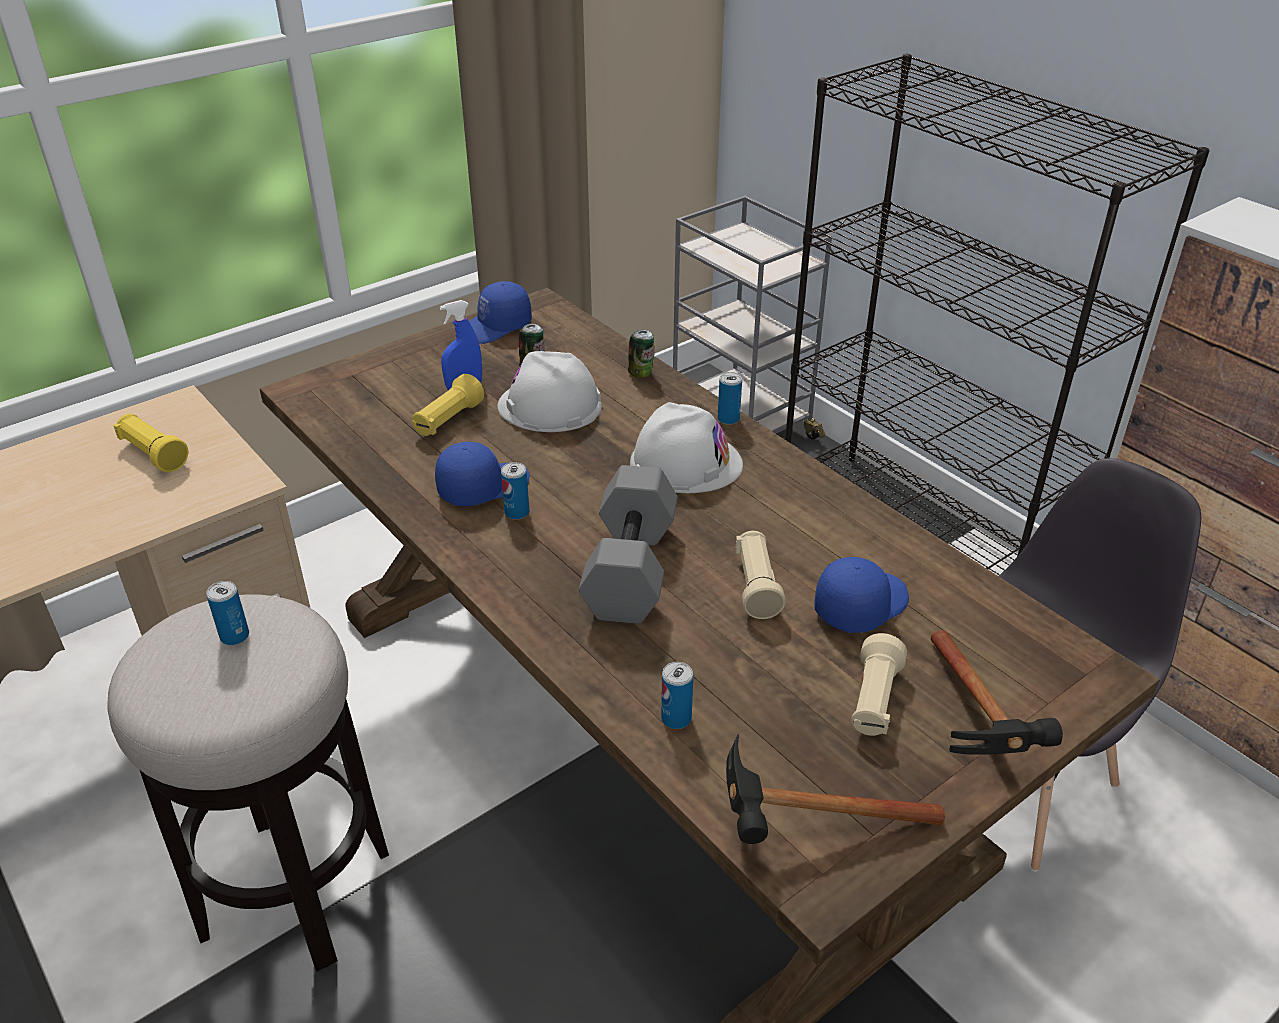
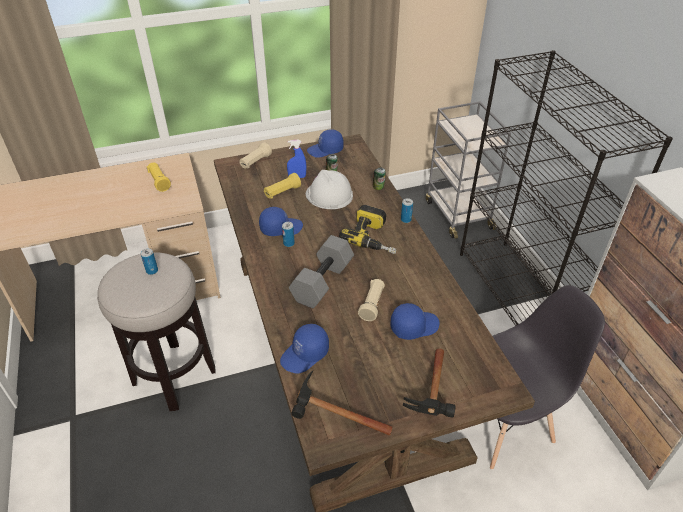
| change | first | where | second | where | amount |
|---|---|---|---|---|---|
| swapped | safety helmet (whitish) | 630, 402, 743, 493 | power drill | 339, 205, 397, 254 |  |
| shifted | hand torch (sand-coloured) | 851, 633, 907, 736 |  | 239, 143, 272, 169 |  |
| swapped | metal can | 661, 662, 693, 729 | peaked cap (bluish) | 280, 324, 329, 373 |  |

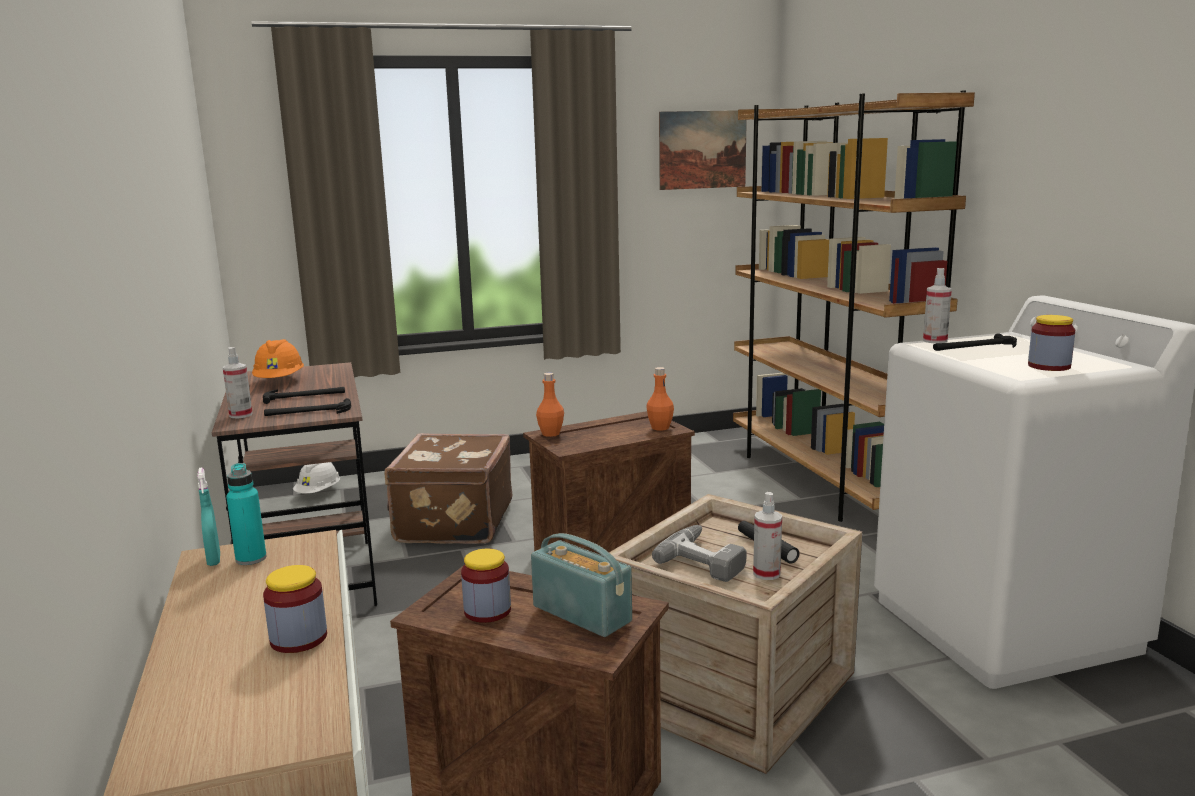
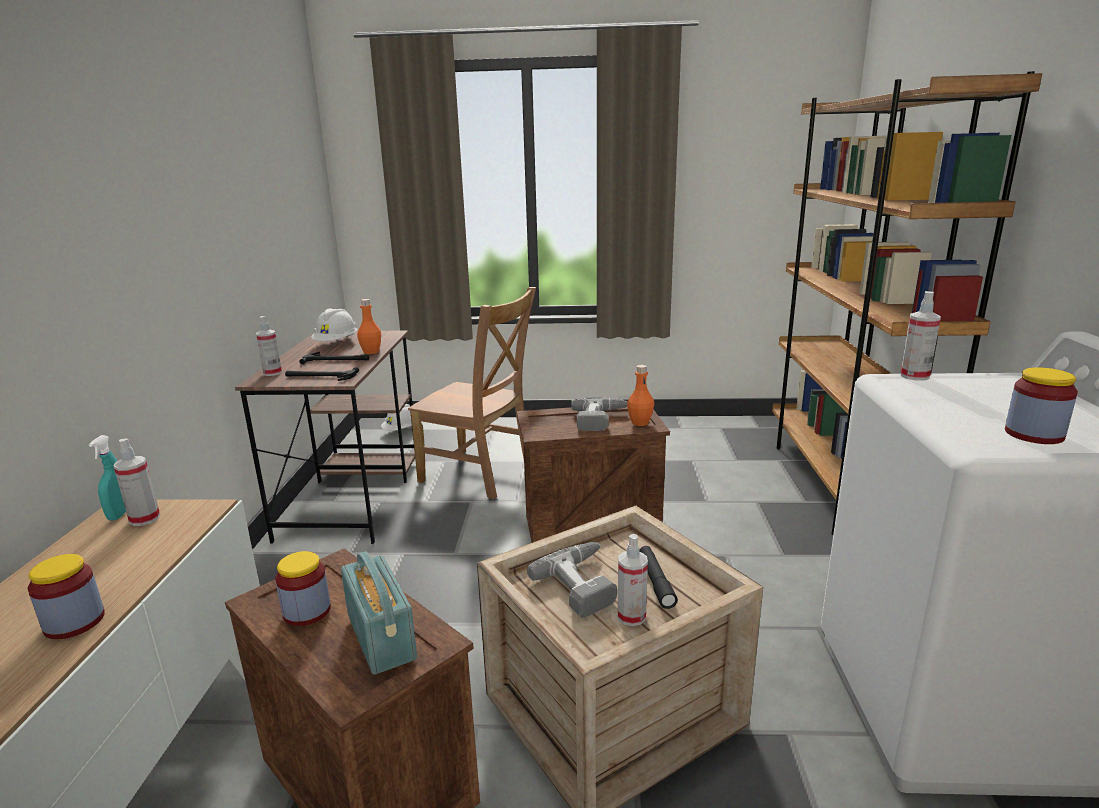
| change | first | where | second | where | amount |
|---|---|---|---|---|---|
| gone | picture | 659, 110, 747, 190 |  |  |  |
| gone | hammer | 933, 333, 1017, 351 |  |  |  |
| repainted | safety helmet (orange-coloured) | 252, 339, 304, 378 | safety helmet (whitish) | 311, 308, 358, 341 |  |
| shifted | drink bottle (orange-coloured) | 536, 373, 564, 437 |  | 357, 299, 381, 354 |  |
| swapped | travel case (brown) | 385, 433, 512, 544 | upright chair (brown) | 408, 287, 536, 499 |  |
| swapped | drink bottle (turquoise) | 226, 463, 267, 565 | hand sprayer | 113, 439, 160, 526 |  |
| new |  |  | power drill | 571, 397, 628, 431 |  |

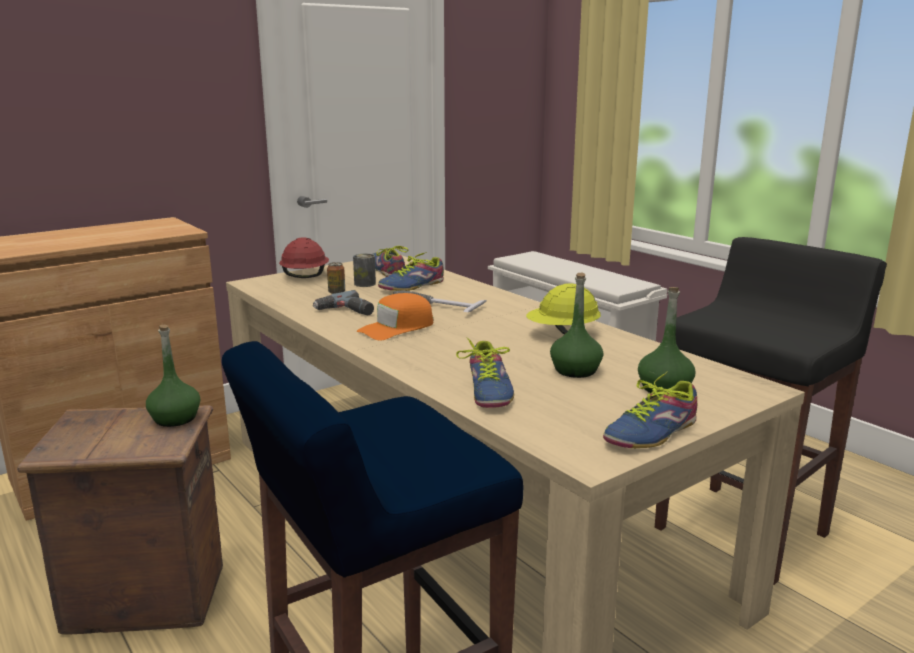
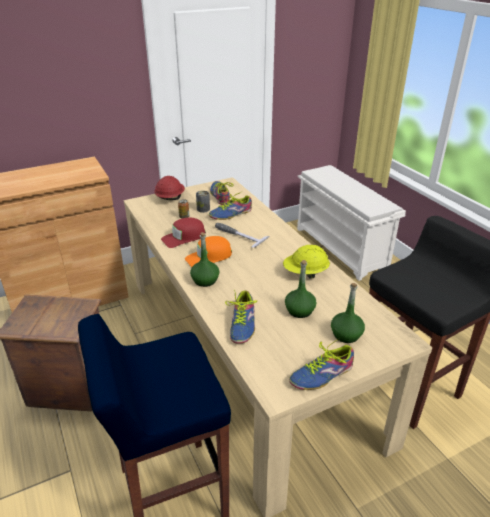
| change | first | where | second | where | amount |
|---|---|---|---|---|---|
| swapped | power drill | 313, 290, 374, 315 | peaked cap (reddish) | 161, 218, 206, 248 |  |
| shifted | drink bottle (greenish) | 146, 325, 200, 427 |  | 190, 232, 219, 287 |  |

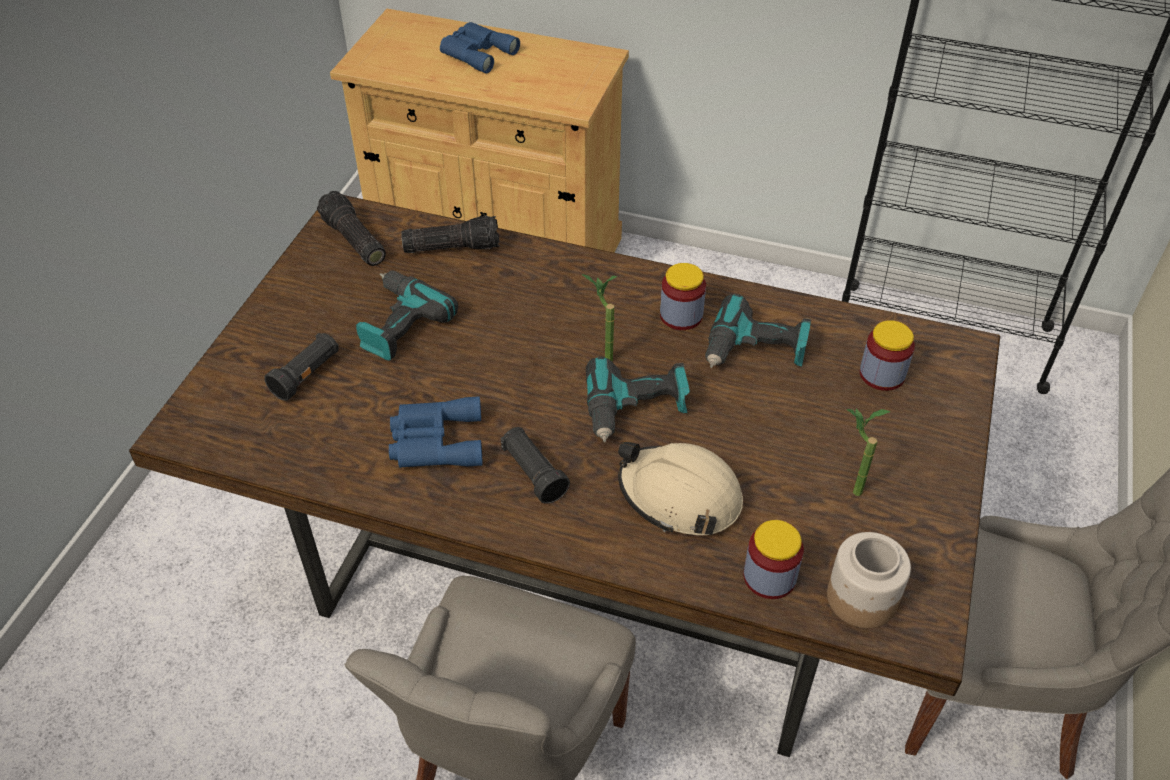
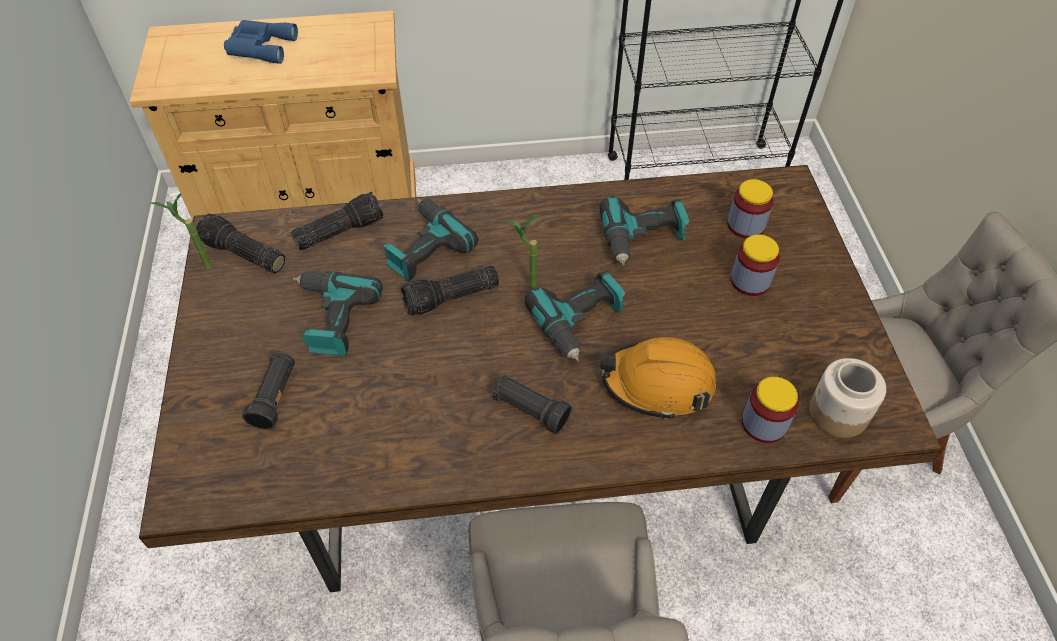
| change | first | where | second | where | amount |
|---|---|---|---|---|---|
| shifted | jar | 660, 263, 706, 330 |  | 731, 234, 780, 296 |  |
| gone | pair of binoculars (bluish) | 389, 396, 482, 468 |  |  |  |
| shifted | houseplant | 847, 409, 890, 496 |  | 151, 194, 212, 269 |  |
| repainted | safety helmet (sand-coloured) | 618, 442, 743, 535 | safety helmet (orange-coloured) | 600, 337, 716, 420 |  |
| new |  |  | power drill | 383, 198, 478, 281 |  |
| new |  |  | hand torch | 401, 265, 499, 316 |  |

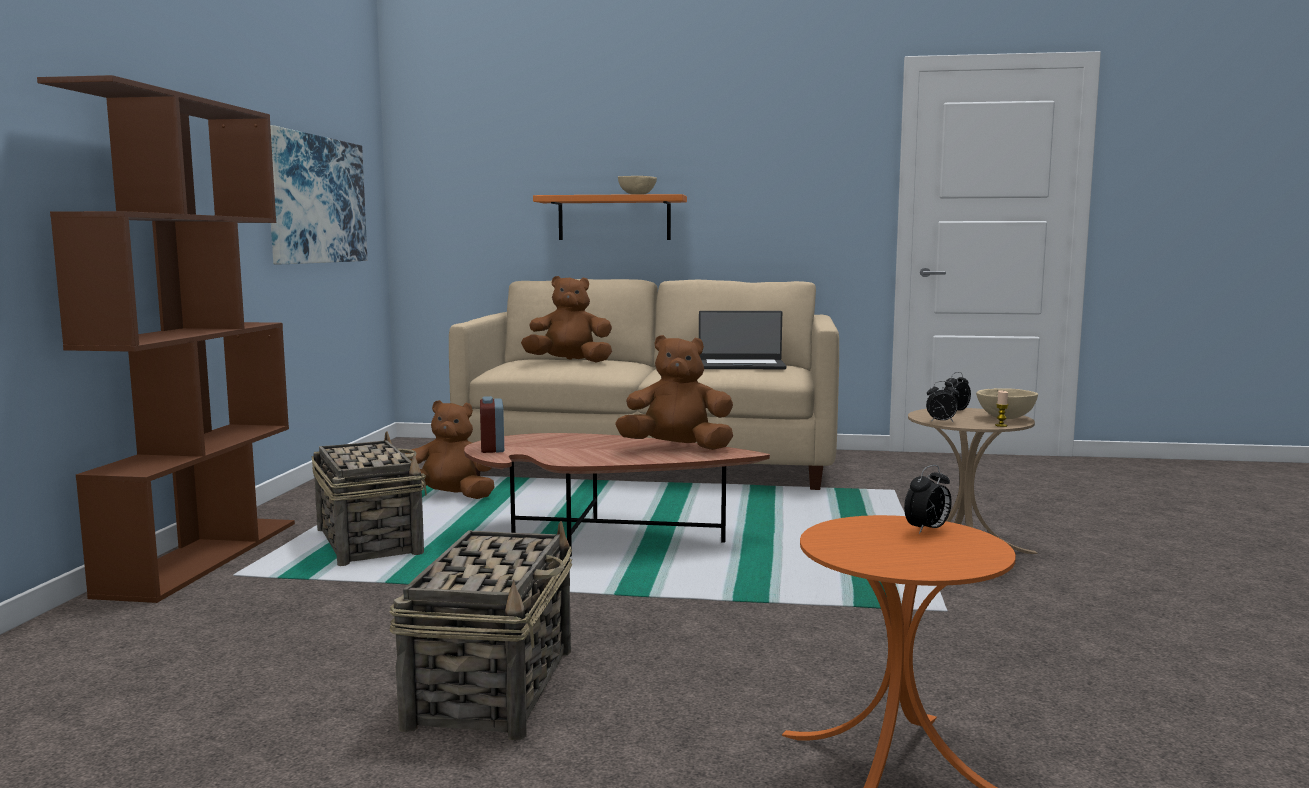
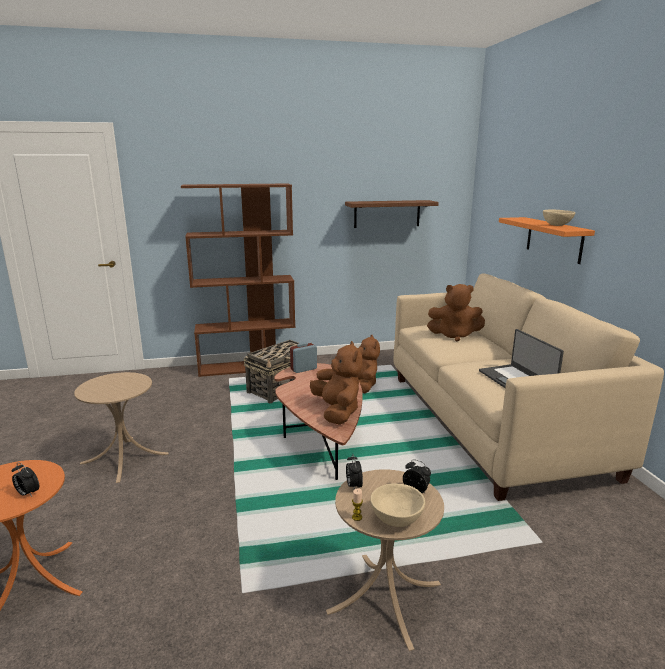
| change | first | where | second | where | amount |
|---|---|---|---|---|---|
| swapped | picture | 270, 125, 367, 264 | wall shelf (brown) | 345, 200, 439, 228 |  |
| rotated | cuddly toy (brown) | 521, 276, 612, 362 |  | 427, 284, 485, 341 | 120 degrees clockwise |
| swapped | household basket | 389, 521, 573, 740 | end table (sand-coloured) | 74, 372, 169, 483 |  |

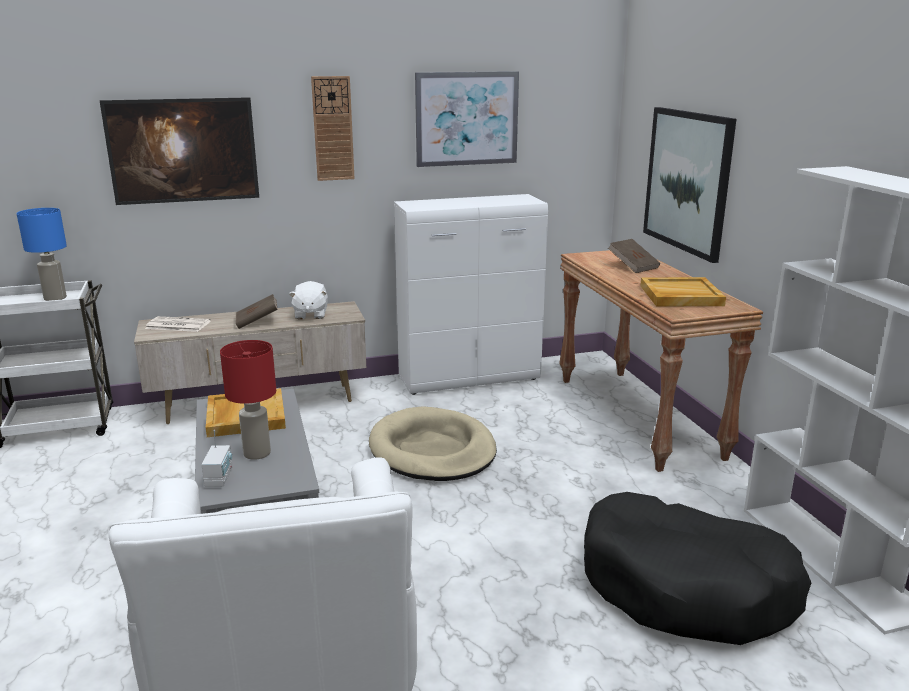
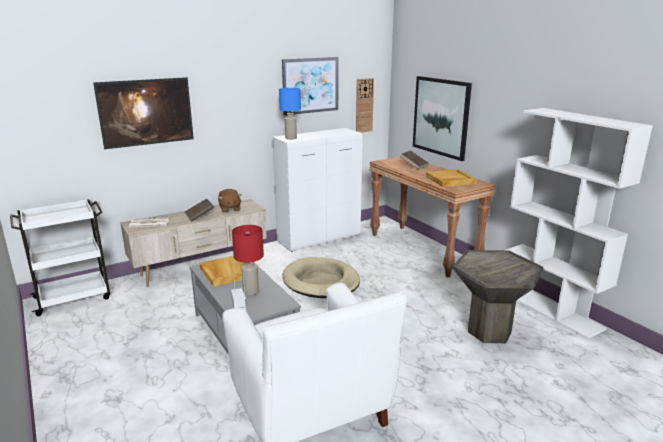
| change | first | where | second | where | amount |
|---|---|---|---|---|---|
| shifted | clock on the wall | 311, 76, 355, 181 |  | 356, 78, 374, 133 |  |
| shifted | lamp for a table (bluish) | 16, 208, 67, 301 |  | 279, 88, 301, 140 |  |
| repainted | cuddly toy (whitish) | 289, 281, 328, 320 | cuddly toy (brown) | 218, 189, 242, 213 |  |
| swapped | pet bed (blackish) | 584, 492, 811, 645 | end table (grey) | 453, 250, 544, 343 |  |

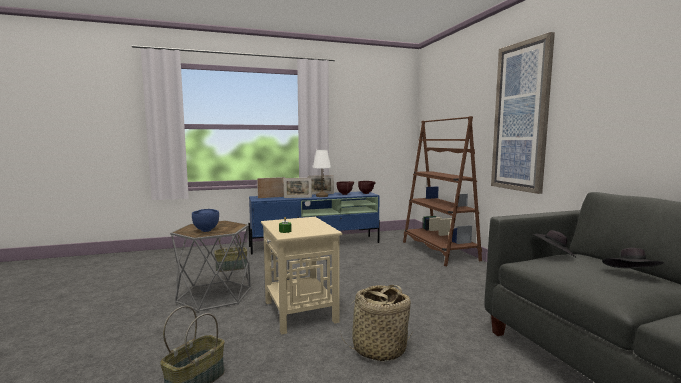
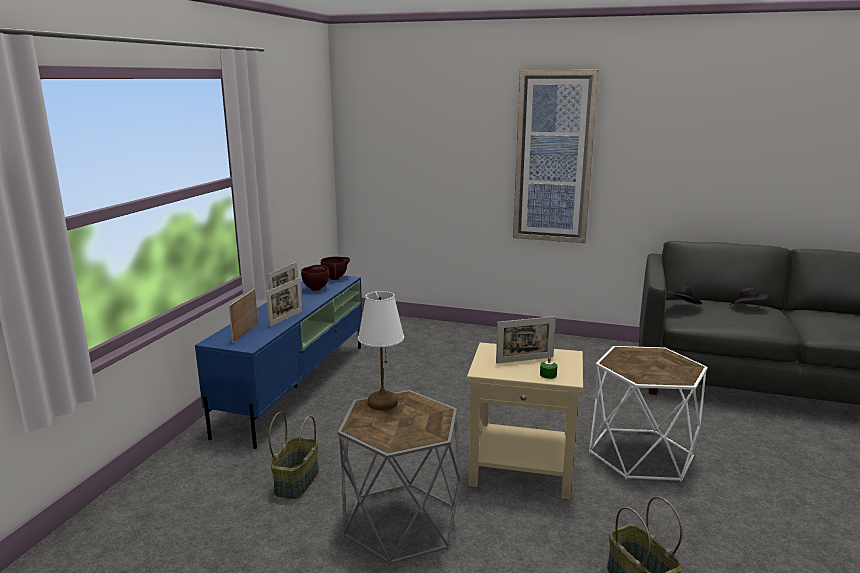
| change | first | where | second | where | amount |
|---|---|---|---|---|---|
| gone | bookshelf (brown) | 403, 116, 482, 266 |  |  |  |
| shifted | lamp for a table (whitish) | 313, 150, 331, 197 |  | 358, 291, 404, 410 |  |
| gone | deep dish (bluish) | 192, 209, 219, 232 |  |  |  |
| swapped | household basket | 340, 285, 411, 362 | end table (whitish) | 589, 346, 708, 482 |  |
| new |  |  | picture frame | 496, 316, 556, 364 |  |

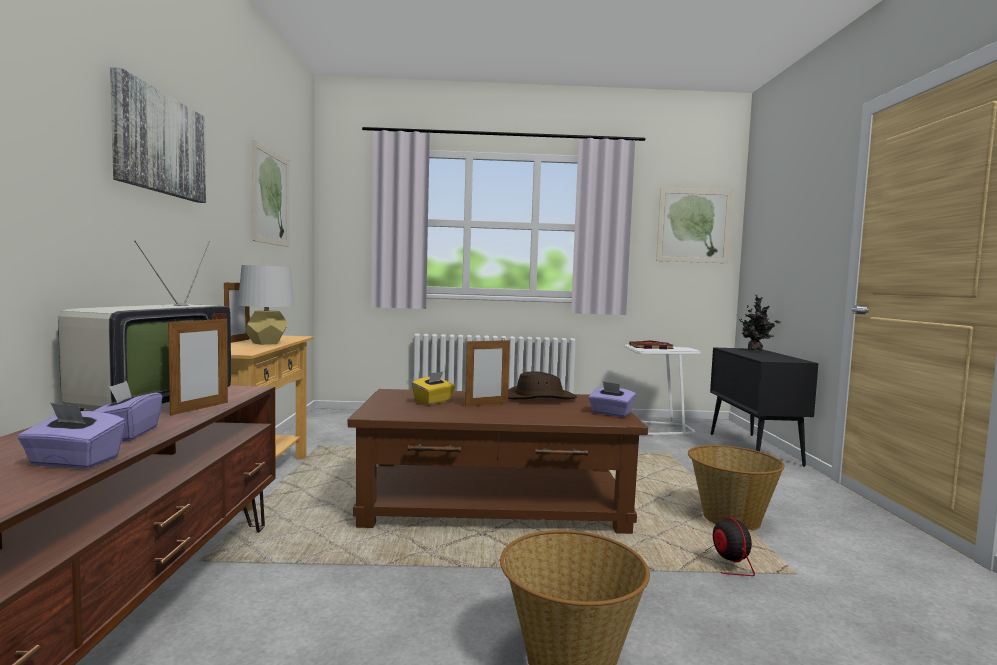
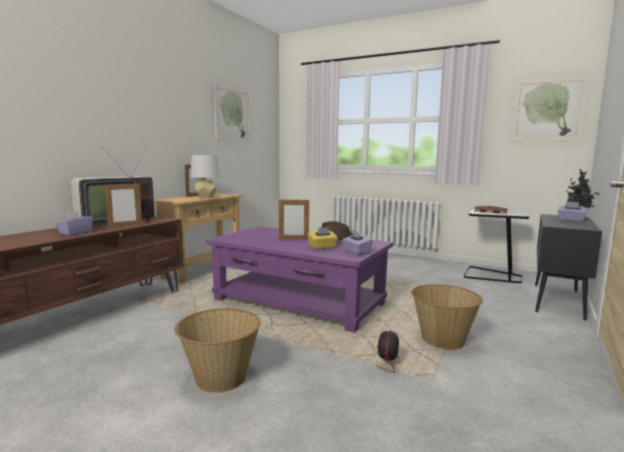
| change | first | where | second | where | amount |
|---|---|---|---|---|---|
| gone | picture | 110, 67, 206, 203 |  |  |  |
| repainted | end table (whitish) | 625, 345, 701, 435 | end table (blackish) | 464, 209, 529, 283 |  |
| shifted | box of tissues (yellowish) | 412, 371, 455, 405 |  | 307, 227, 338, 249 |  |
| repainted | low table (brown) | 348, 389, 648, 534 | low table (purplish) | 206, 226, 393, 333 |  |
| shifted | box of tissues (purplish) | 18, 403, 126, 469 |  | 558, 201, 588, 222 |  |

